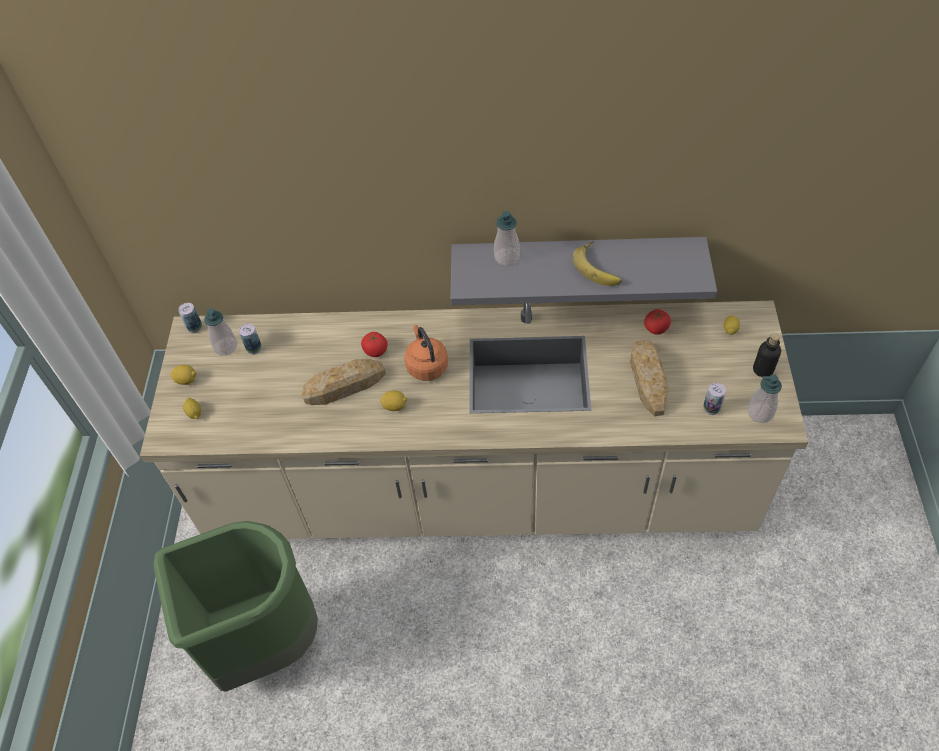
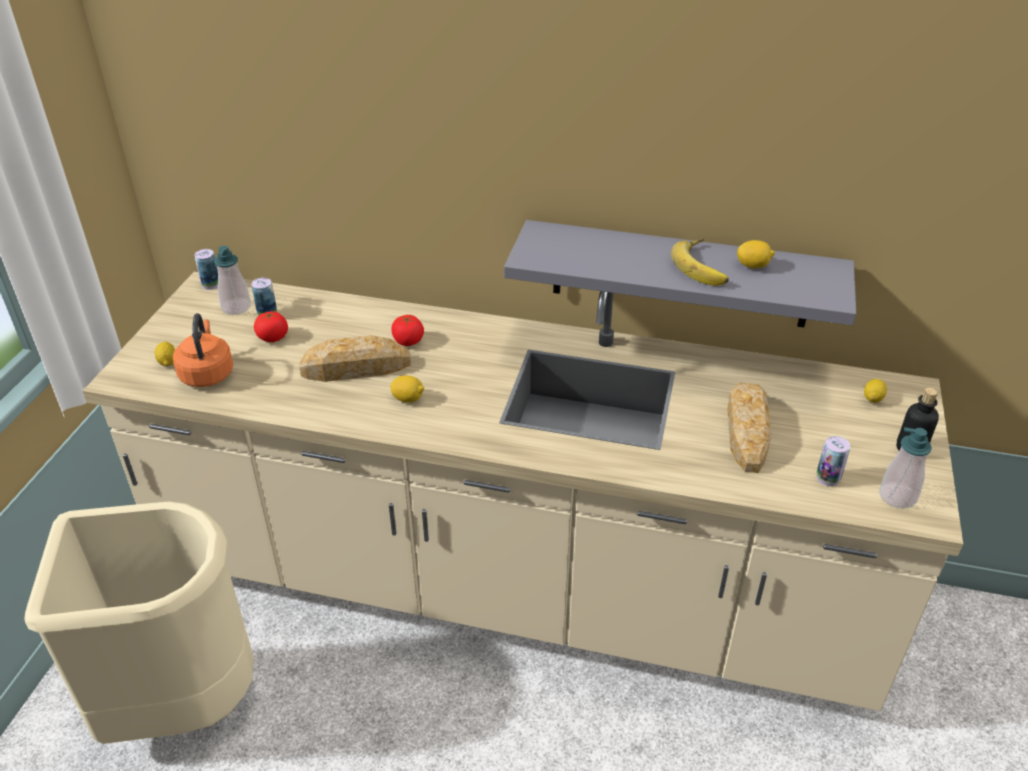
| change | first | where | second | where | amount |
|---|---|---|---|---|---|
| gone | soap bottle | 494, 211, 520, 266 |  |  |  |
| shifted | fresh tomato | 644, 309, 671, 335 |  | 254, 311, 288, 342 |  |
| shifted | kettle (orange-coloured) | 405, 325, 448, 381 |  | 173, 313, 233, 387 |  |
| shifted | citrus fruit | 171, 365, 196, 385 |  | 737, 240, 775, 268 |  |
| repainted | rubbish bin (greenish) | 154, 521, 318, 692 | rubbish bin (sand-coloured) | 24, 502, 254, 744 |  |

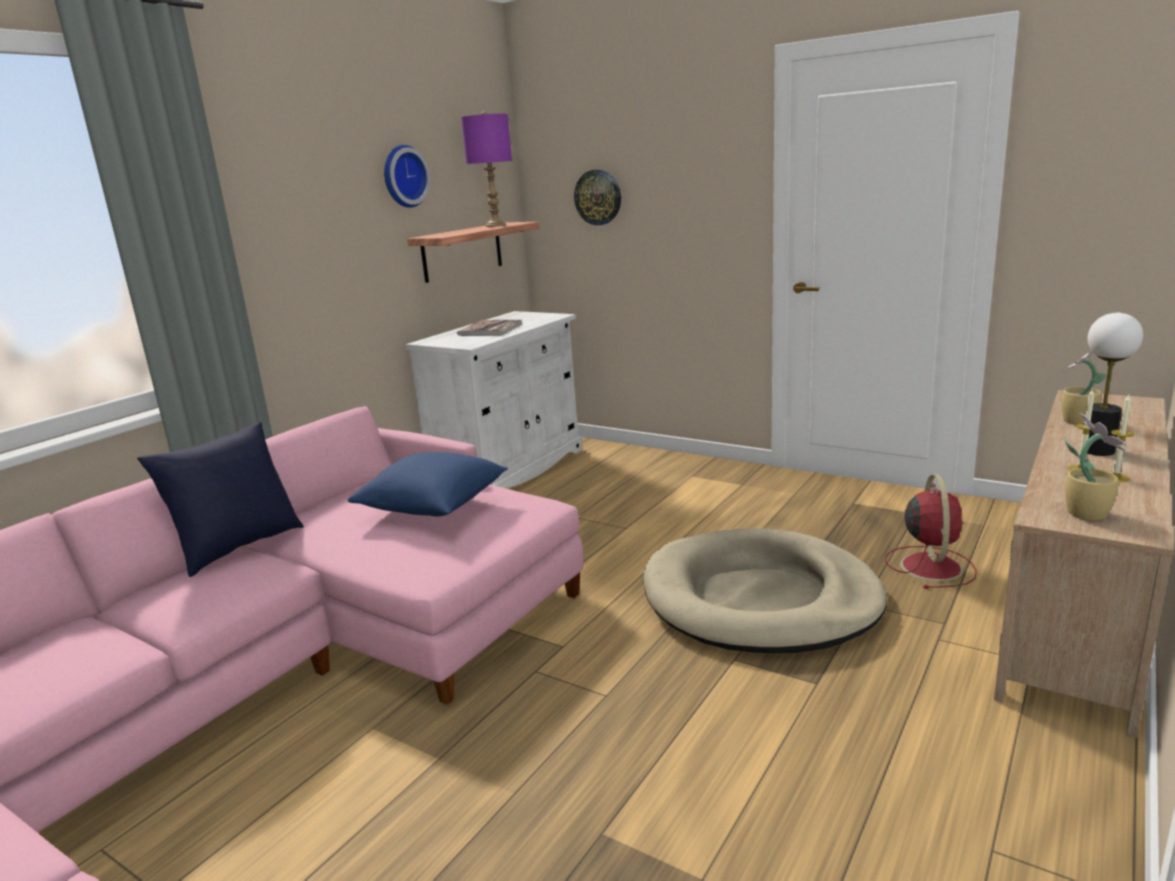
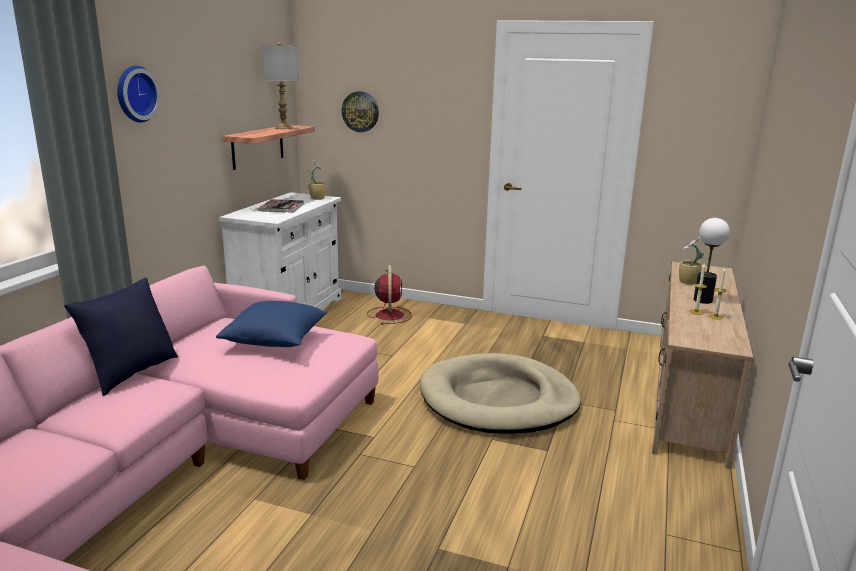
| change | first | where | second | where | amount |
|---|---|---|---|---|---|
| repainted | lamp for a table (purplish) | 461, 111, 512, 227 | lamp for a table (grey) | 262, 42, 299, 129 |  |
| shifted | clock on the wall | 384, 145, 431, 208 |  | 117, 66, 160, 122 |  |
| shifted | houseplant | 1064, 413, 1126, 520 |  | 308, 158, 326, 200 |  |
| shifted | cooling fan (reddish) | 885, 474, 977, 589 |  | 367, 265, 412, 325 |  |

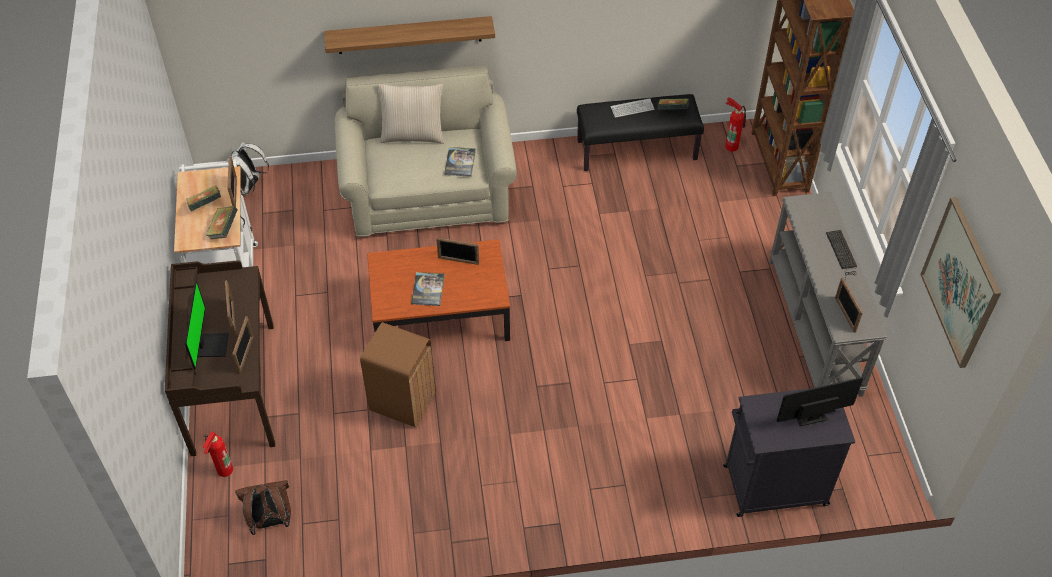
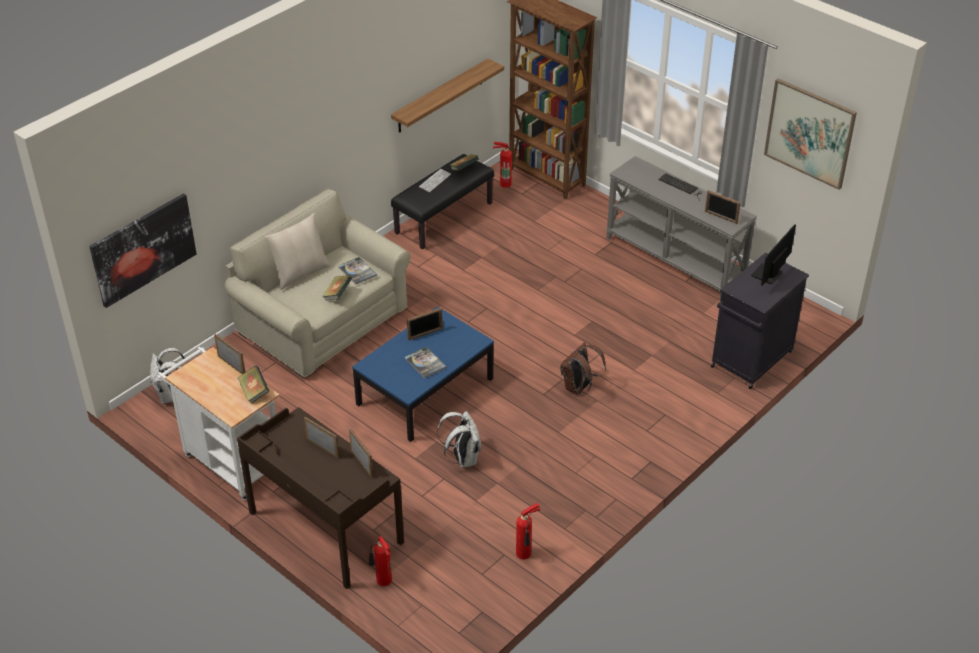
| change | first | where | second | where | amount |
|---|---|---|---|---|---|
| shifted | wall shelf | 324, 16, 495, 54 |  | 391, 59, 504, 133 |  |
| shifted | book | 186, 185, 221, 211 |  | 322, 275, 352, 301 |  |
| repainted | low table (brown) | 367, 239, 510, 341 | low table (bluish) | 352, 307, 494, 442 |  |
| gone | monitor | 185, 281, 229, 369 |  |  |  |
| swapped | rubbish bin (brown) | 360, 322, 436, 427 | knapsack (whitish) | 437, 411, 481, 468 |  |
| shifted | knapsack (brown) | 235, 480, 291, 535 |  | 560, 342, 606, 395 |  |
| new |  |  | picture | 89, 193, 197, 308 |  |
| new |  |  | fire extinguisher | 516, 503, 540, 559 |  |

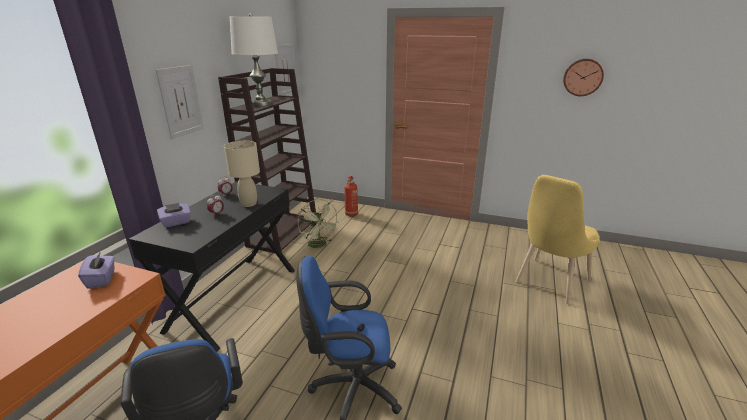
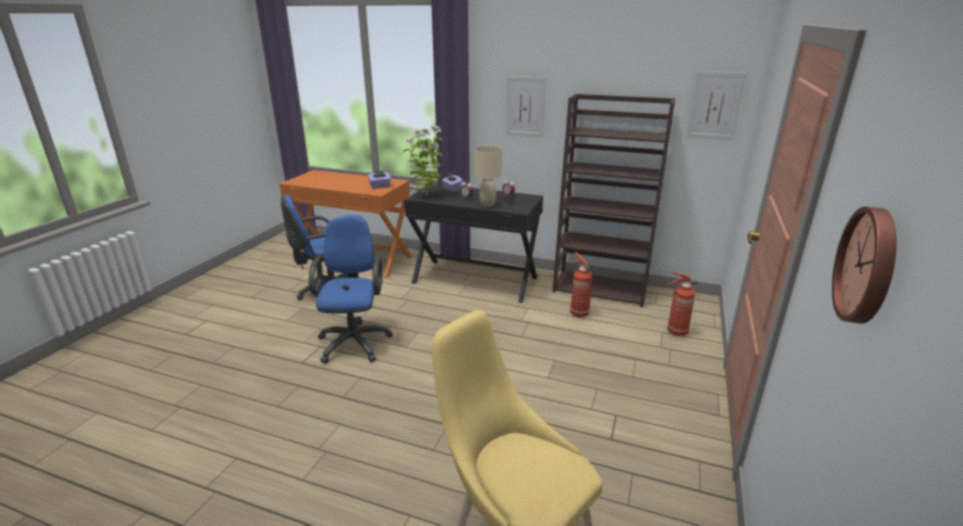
| change | first | where | second | where | amount |
|---|---|---|---|---|---|
| gone | lamp for a table (whitish) | 230, 13, 278, 106 |  |  |  |
| swapped | cooling fan (greenish) | 298, 199, 340, 251 | fire extinguisher | 570, 252, 593, 317 |  |
| new |  |  | houseplant | 403, 125, 442, 197 |  |

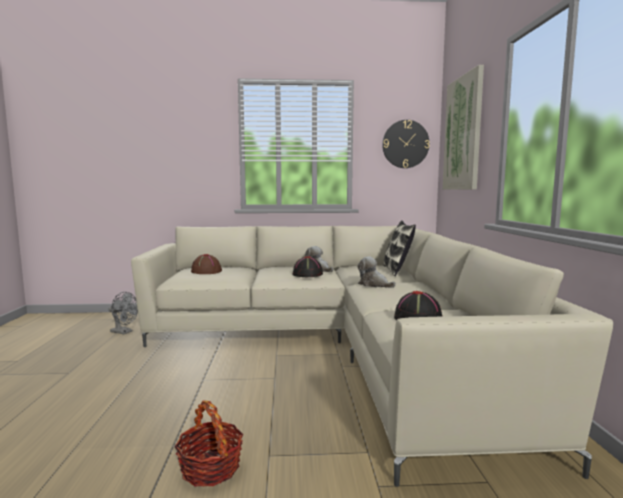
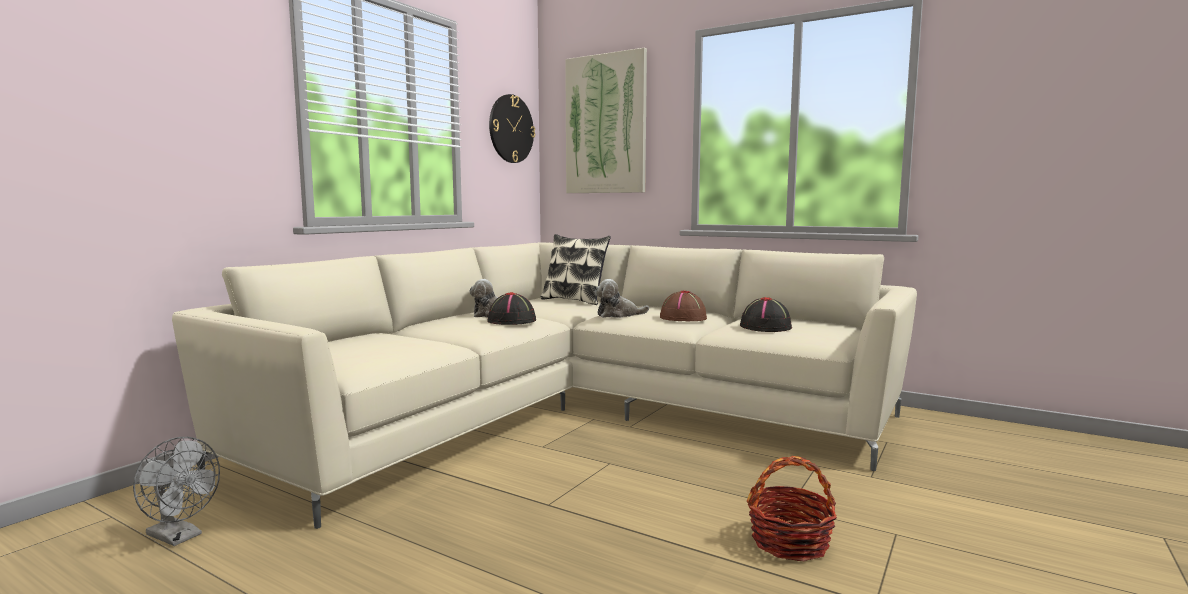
| change | first | where | second | where | amount |
|---|---|---|---|---|---|
| shifted | wearable hat (brown) | 191, 254, 222, 274 |  | 660, 291, 707, 321 |  |
| rotated | cooling fan (grey) | 108, 292, 138, 334 |  | 133, 437, 220, 546 | 60 degrees clockwise |

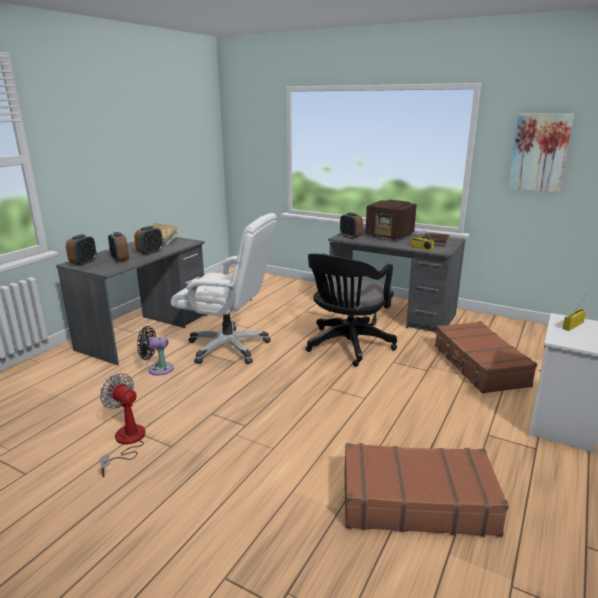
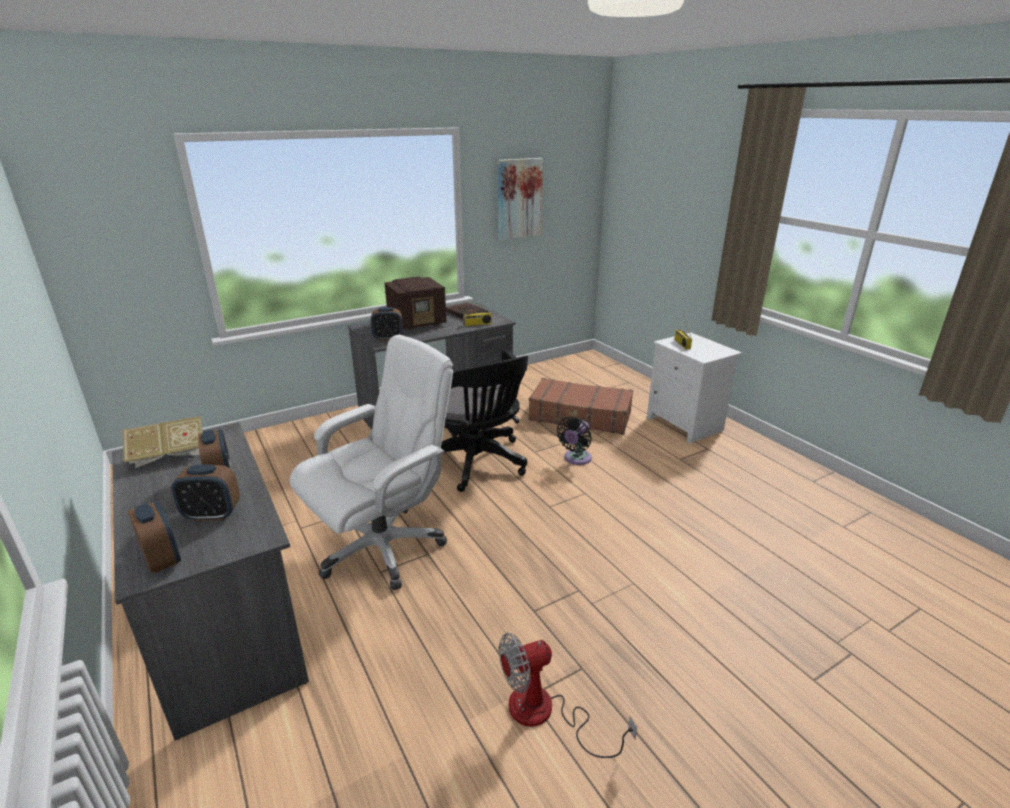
| change | first | where | second | where | amount |
|---|---|---|---|---|---|
| shifted | cooling fan (blackish) | 137, 326, 174, 376 |  | 557, 417, 592, 465 |  |
| gone | travel case (brown) | 344, 443, 509, 537 |  |  |  |

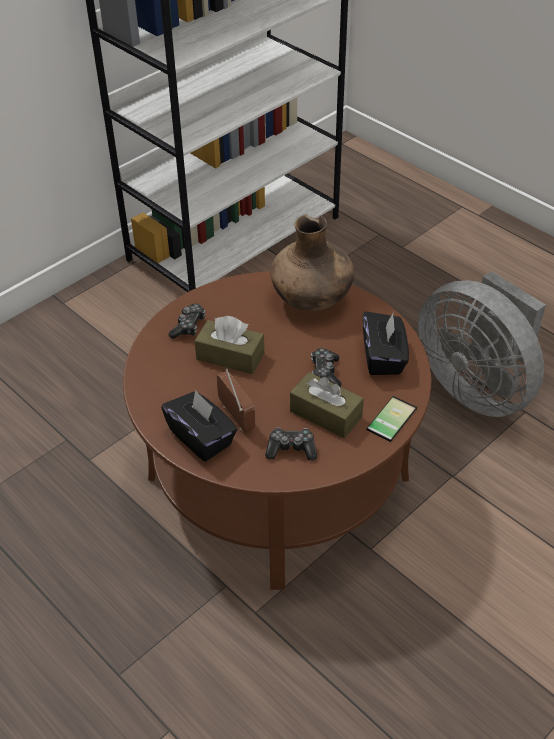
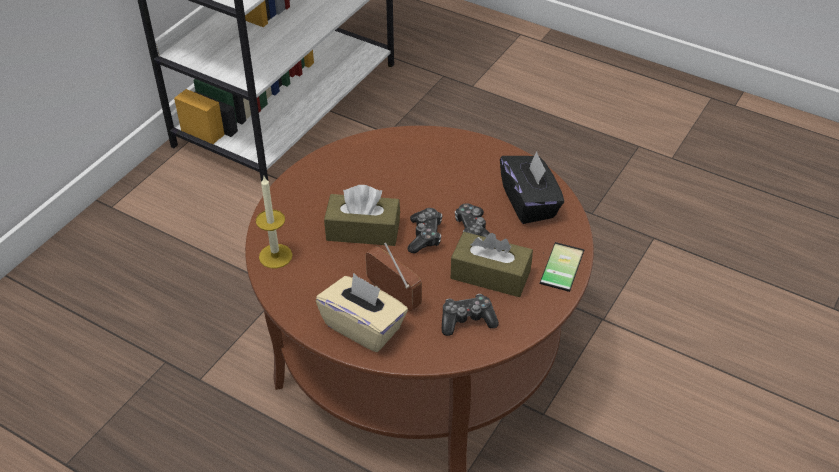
| change | first | where | second | where | amount |
|---|---|---|---|---|---|
| gone | vase (brown) | 270, 214, 354, 311 |  |  |  |
| gone | cooling fan (grey) | 418, 271, 546, 417 |  |  |  |
| shifted | joypad | 168, 304, 205, 339 |  | 408, 208, 442, 254 |  |
| repainted | box of tissues (blackish) | 162, 390, 238, 462 | box of tissues (sand-coloured) | 316, 273, 408, 352 |  |
| new |  |  | wax candle | 256, 177, 292, 268 |  |

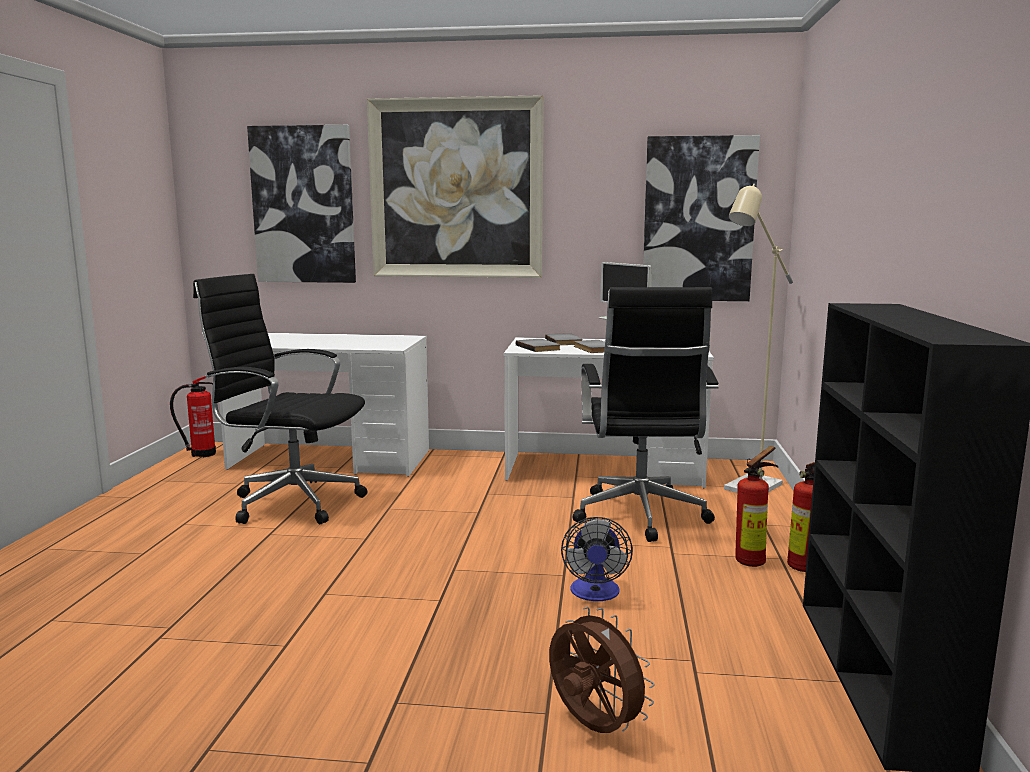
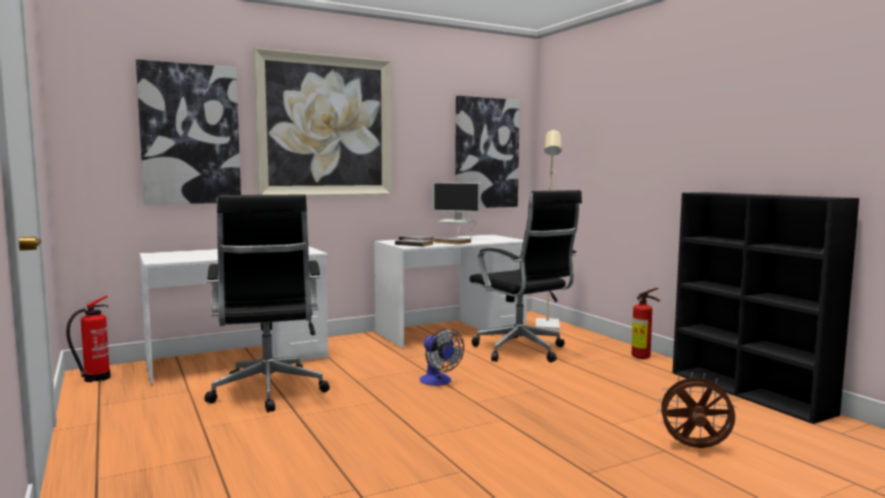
| change | first | where | second | where | amount |
|---|---|---|---|---|---|
| rotated | desk chair (blackish) | 193, 274, 367, 524 |  | 204, 194, 330, 413 | 90 degrees counterclockwise |
| gone | fire extinguisher | 735, 446, 779, 567 |  |  |  |
| shifted | cooling fan | 561, 517, 633, 601 |  | 420, 328, 464, 386 |  |

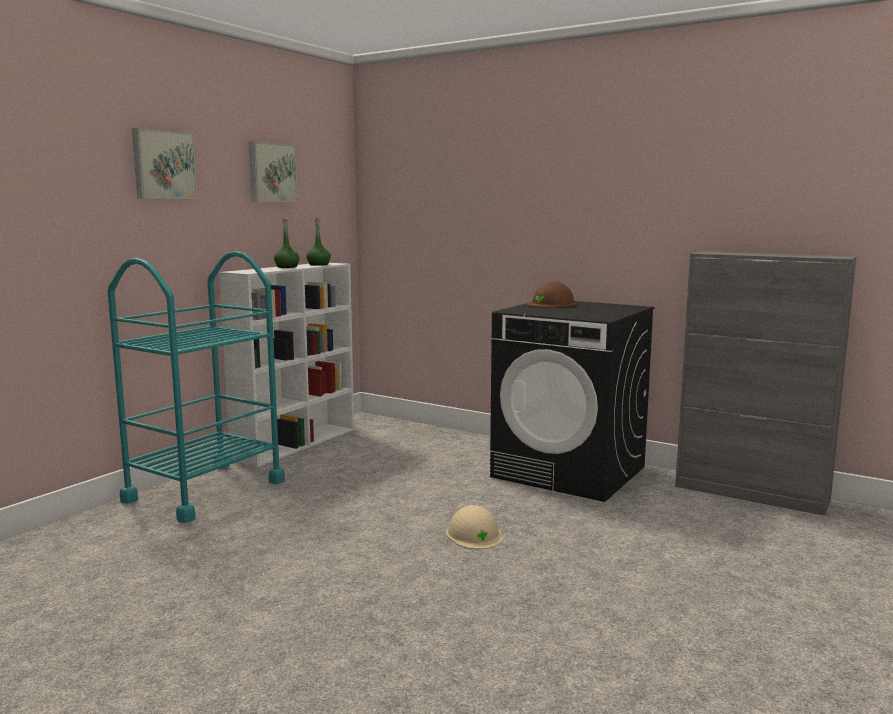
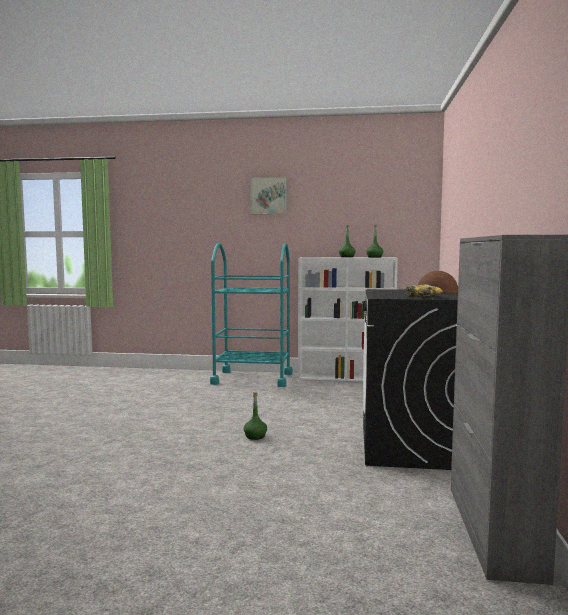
| change | first | where | second | where | amount |
|---|---|---|---|---|---|
| gone | picture | 249, 142, 298, 202 |  |  |  |
| swapped | safety helmet (sand-coloured) | 446, 505, 503, 549 | drink bottle (greenish) | 244, 392, 267, 440 |  |
| new |  |  | power drill | 401, 284, 443, 297 |  |

